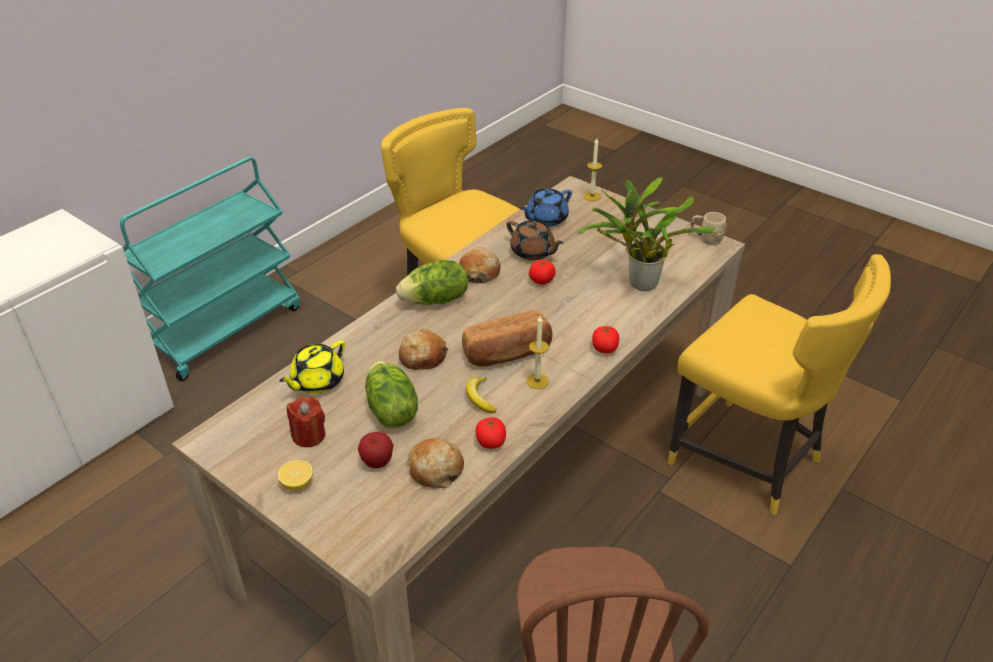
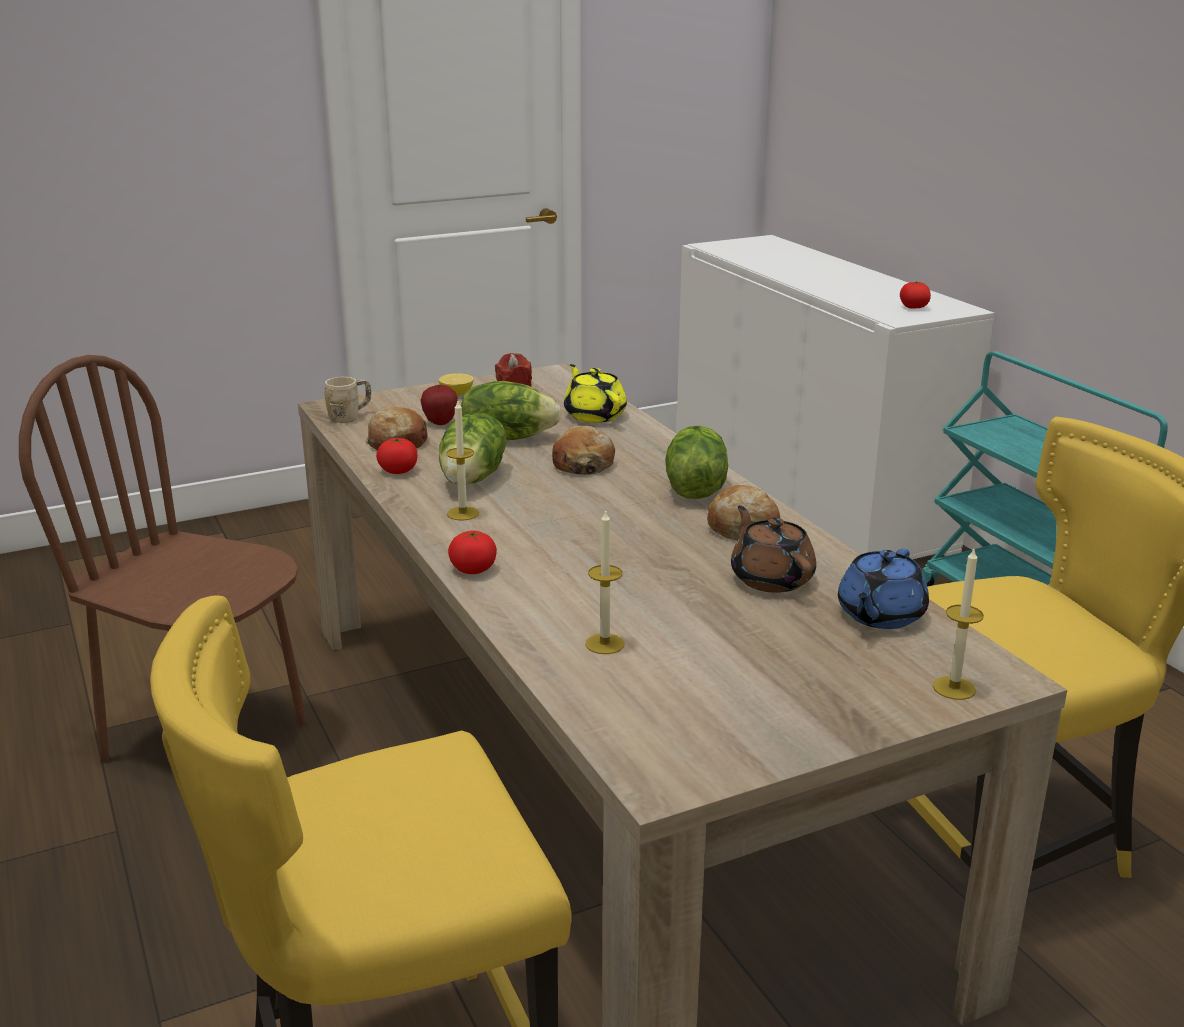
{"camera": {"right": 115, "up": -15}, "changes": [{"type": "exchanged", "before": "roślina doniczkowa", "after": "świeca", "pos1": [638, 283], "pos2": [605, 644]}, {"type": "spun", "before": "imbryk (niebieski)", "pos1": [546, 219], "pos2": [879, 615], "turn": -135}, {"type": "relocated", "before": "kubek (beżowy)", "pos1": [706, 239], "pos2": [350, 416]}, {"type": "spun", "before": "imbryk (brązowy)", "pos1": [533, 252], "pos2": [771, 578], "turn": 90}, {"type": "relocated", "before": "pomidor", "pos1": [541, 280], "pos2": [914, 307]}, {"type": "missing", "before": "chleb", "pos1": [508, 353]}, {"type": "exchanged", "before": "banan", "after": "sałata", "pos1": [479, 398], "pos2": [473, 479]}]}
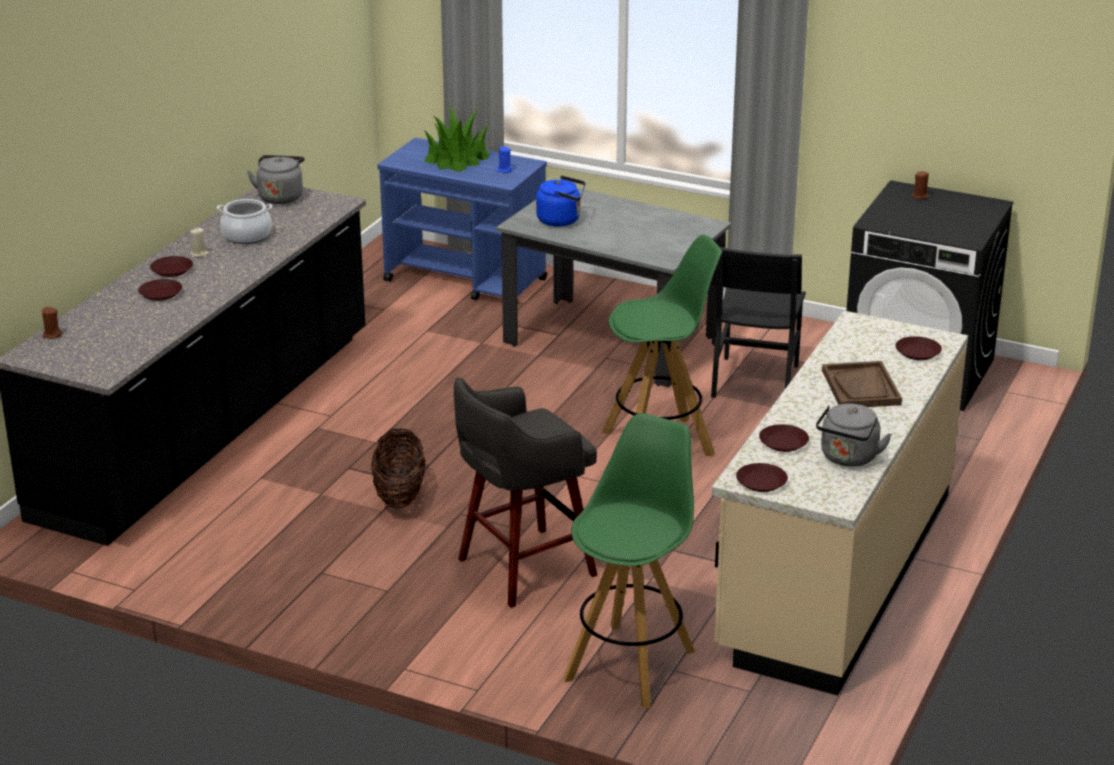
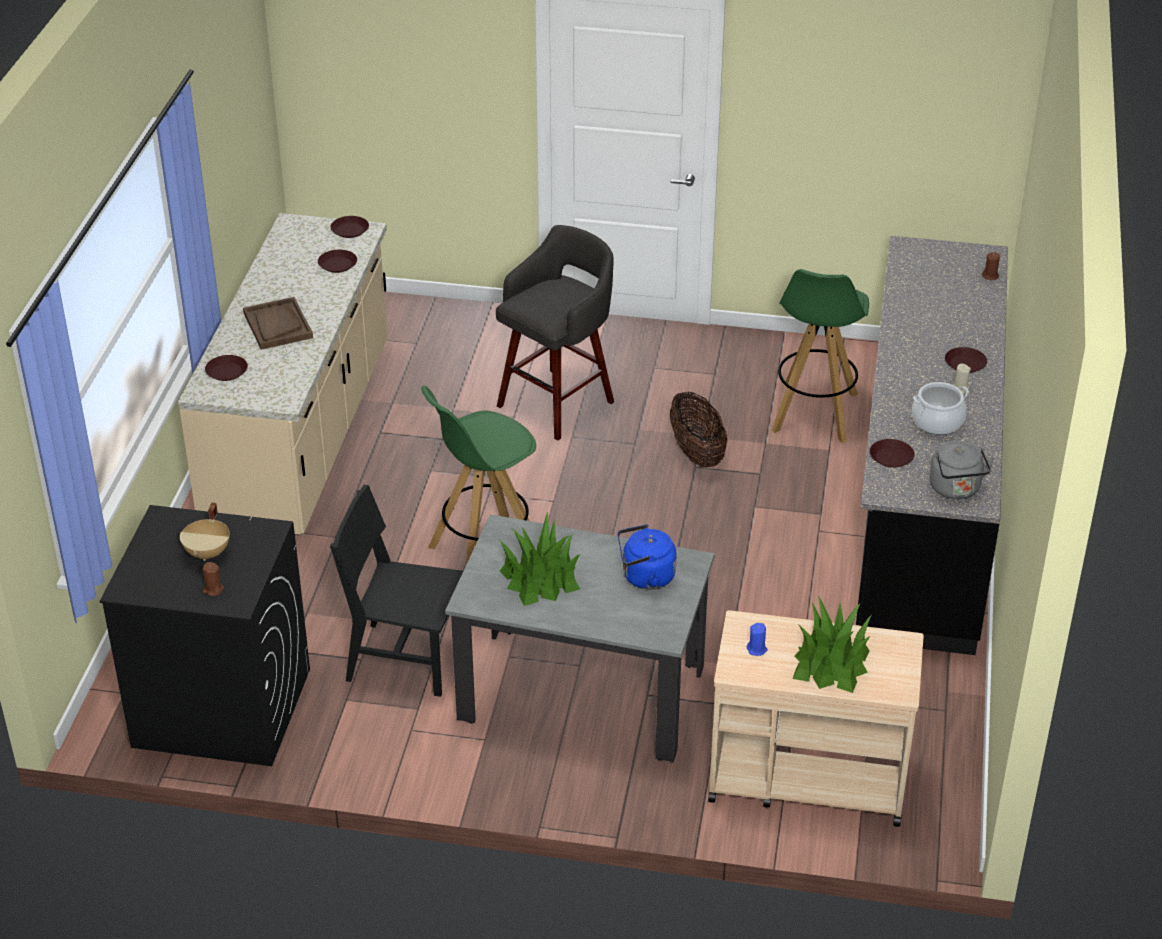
{"camera": {"right": 165, "up": 10}, "changes": [{"type": "colour", "before": "wózek (niebieski)", "after": "wózek (beżowy)", "pos1": [466, 280], "pos2": [806, 777]}, {"type": "spun", "before": "krzesło (czarny)", "pos1": [755, 380], "pos2": [405, 659], "turn": -75}, {"type": "relocated", "before": "talerz (brązowy)", "pos1": [161, 293], "pos2": [891, 457]}, {"type": "missing", "before": "czajnik (szary)", "pos1": [848, 458]}, {"type": "relocated", "before": "stołek (zielony)", "pos1": [631, 664], "pos2": [814, 413]}, {"type": "appeared", "after": "garnek (beżowy)", "pos2": [208, 553]}, {"type": "appeared", "after": "roślina doniczkowa", "pos2": [541, 579]}]}
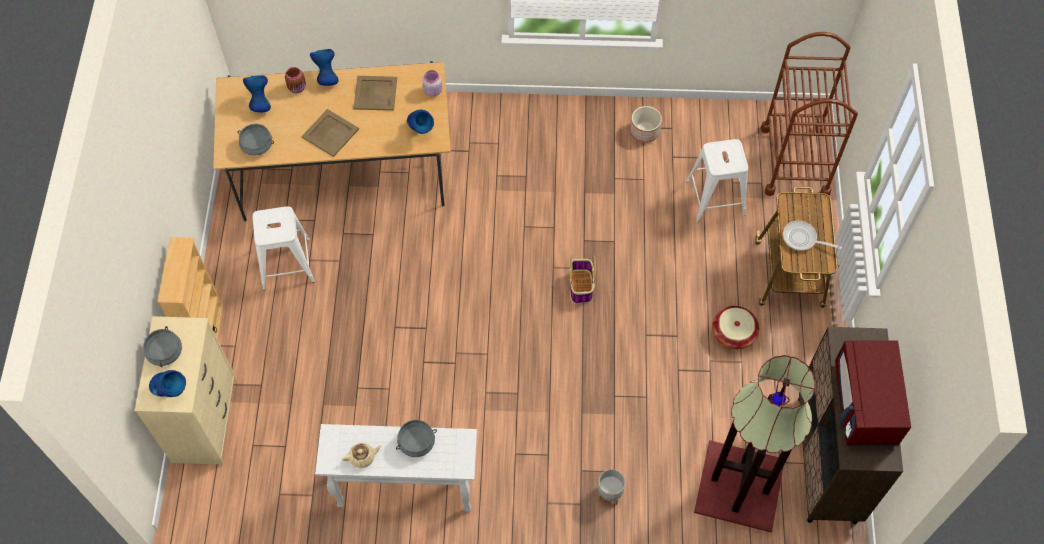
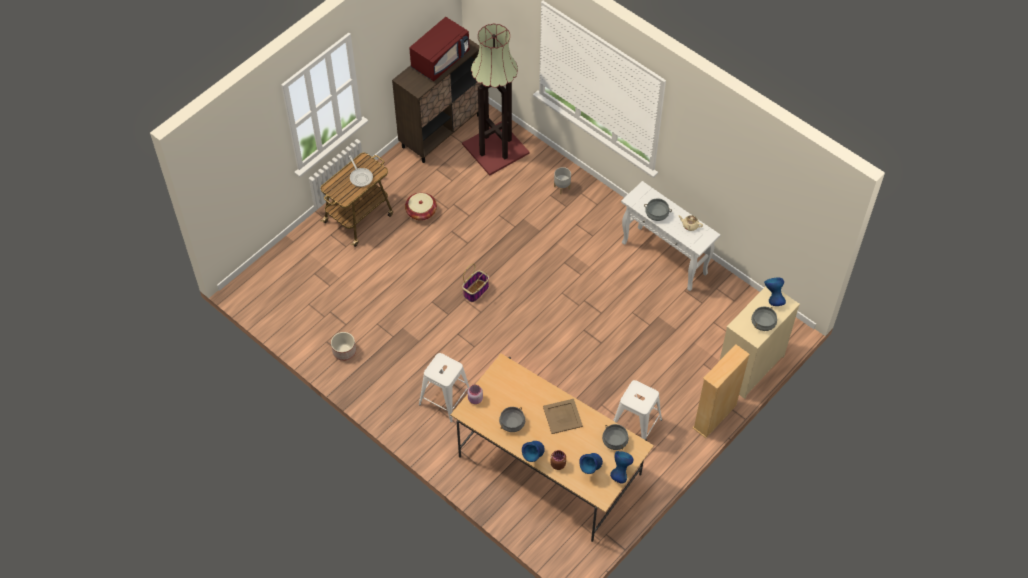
{"camera": {"right": -140, "up": -5}, "changes": [{"type": "missing", "before": "wózek (brązowy)", "pos1": [794, 160]}, {"type": "exchanged", "before": "taca (beżowy)", "after": "garnek (szary)", "pos1": [375, 93], "pos2": [512, 423]}, {"type": "relocated", "before": "wazon (niebieski)", "pos1": [421, 132], "pos2": [620, 473]}, {"type": "relocated", "before": "stołek (biały)", "pos1": [714, 197], "pos2": [445, 399]}]}
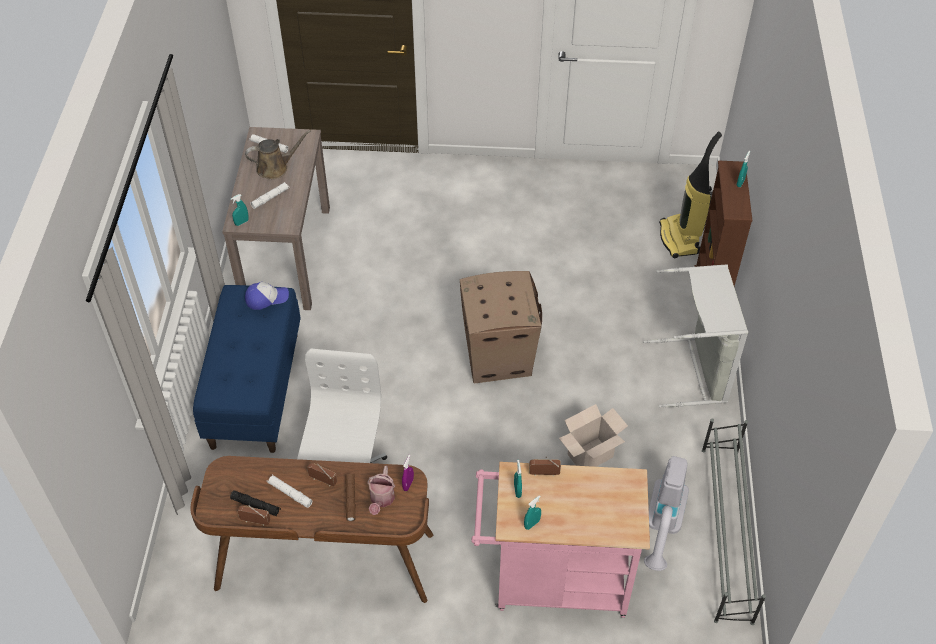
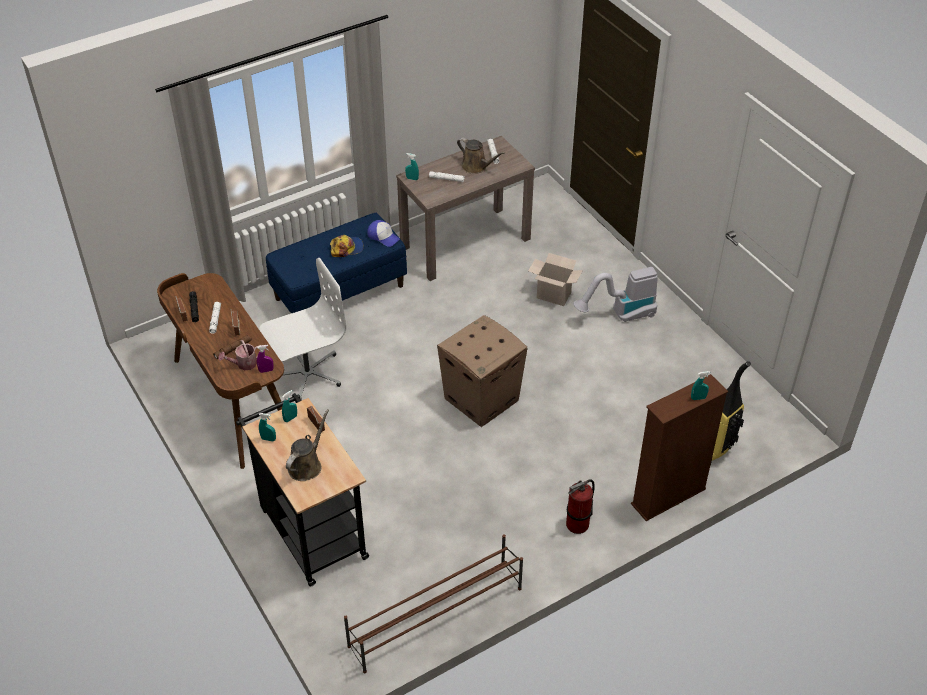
{"camera": {"right": 55, "up": -5}, "changes": [{"type": "exchanged", "before": "kosz na pranie (szary)", "after": "gaśnica", "pos1": [695, 371], "pos2": [578, 524]}, {"type": "relocated", "before": "karton", "pos1": [589, 457], "pos2": [552, 296]}, {"type": "colour", "before": "regał na buty (szary)", "after": "regał na buty (brązowy)", "pos1": [726, 533], "pos2": [435, 617]}, {"type": "relocated", "before": "odkurzacz", "pos1": [662, 528], "pos2": [620, 315]}, {"type": "colour", "before": "wózek (różowy)", "after": "wózek (czarny)", "pos1": [552, 581], "pos2": [310, 529]}, {"type": "appeared", "after": "czapka z daszkiem", "pos2": [346, 248]}, {"type": "appeared", "after": "konewka (brązowy)", "pos2": [307, 465]}]}
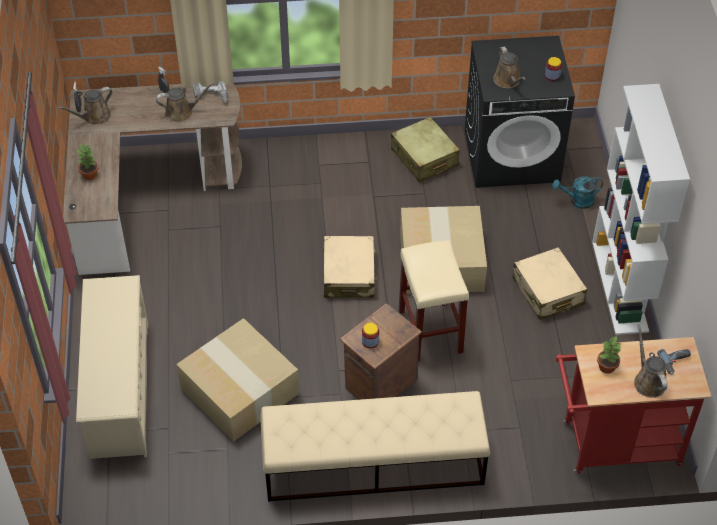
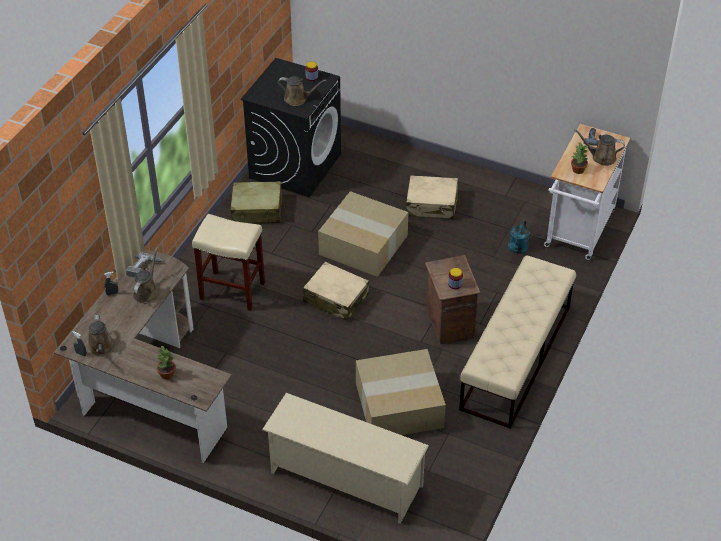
{"camera": {"right": -60, "up": -5}, "changes": [{"type": "missing", "before": "regał (biały)", "pos1": [620, 286]}, {"type": "relocated", "before": "konewka (turkusowy)", "pos1": [577, 201], "pos2": [517, 249]}, {"type": "relocated", "before": "stołek (beżowy)", "pos1": [431, 332], "pos2": [233, 290]}, {"type": "colour", "before": "wózek (czerwony)", "after": "wózek (biały)", "pos1": [613, 445], "pos2": [578, 233]}]}
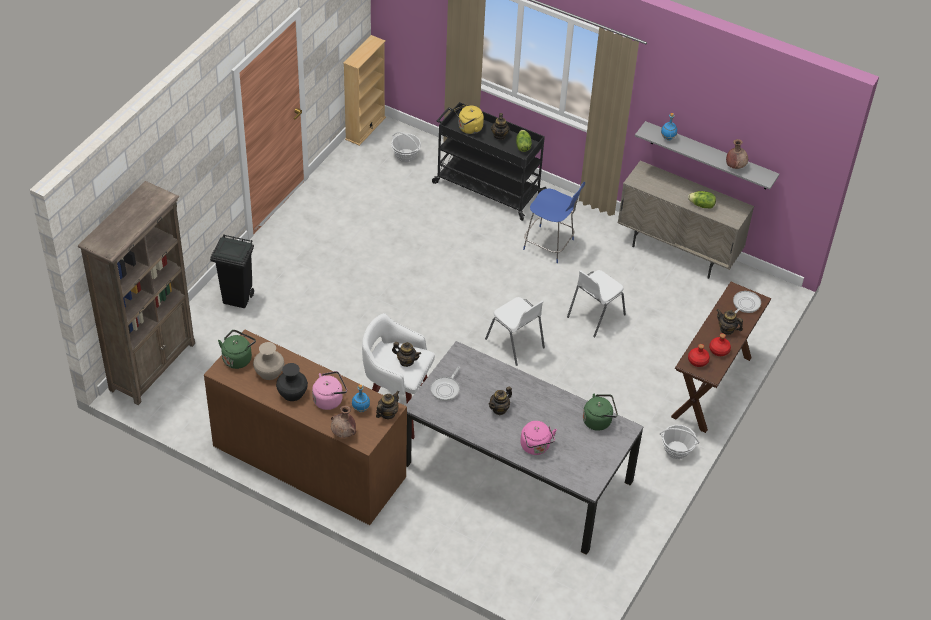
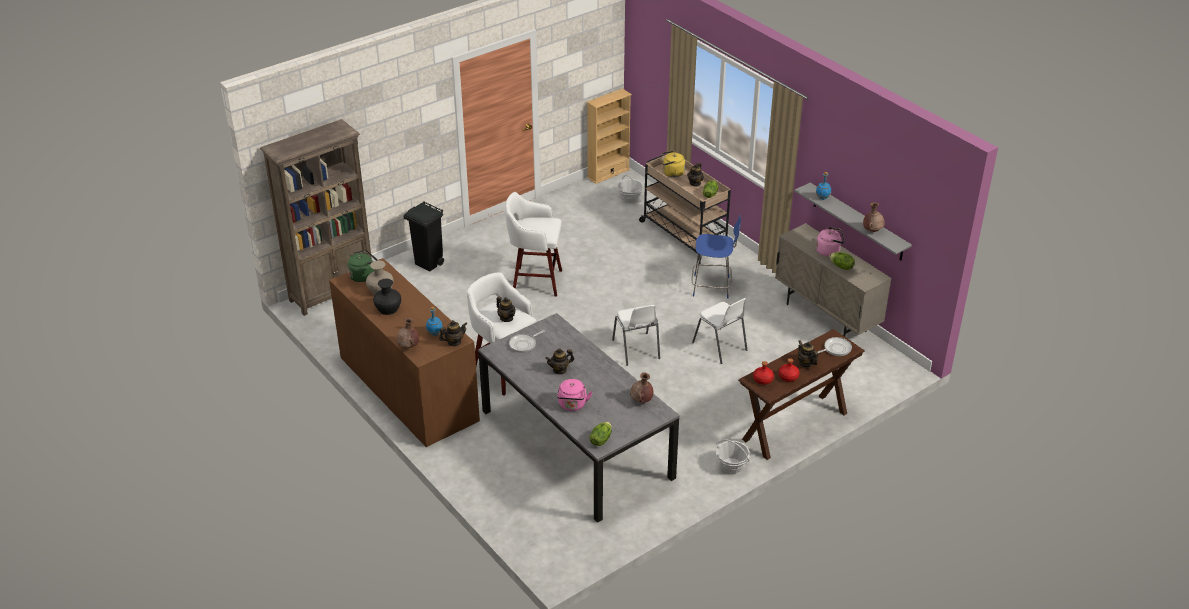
{"camera": {"right": 25, "up": -10}, "changes": [{"type": "colour", "before": "wózek (czarny)", "after": "wózek (beżowy)", "pos1": [486, 188], "pos2": [683, 235]}, {"type": "spun", "before": "krzesło (niebieski)", "pos1": [550, 245], "pos2": [713, 287], "turn": -45}, {"type": "spun", "before": "krzesło (biały)", "pos1": [595, 316], "pos2": [720, 347], "turn": -105}, {"type": "relocated", "before": "czajnik (różowy)", "pos1": [329, 399], "pos2": [829, 251]}, {"type": "exchanged", "before": "czajnik (zielony)", "after": "wazon (brązowy)", "pos1": [599, 420], "pos2": [641, 400]}, {"type": "appeared", "after": "stołek (biały)", "pos2": [535, 281]}, {"type": "appeared", "after": "sałata", "pos2": [600, 440]}]}
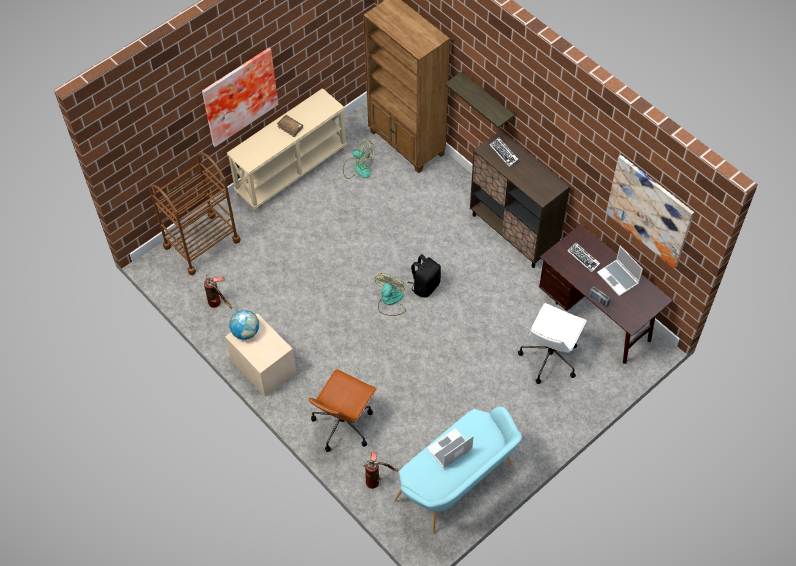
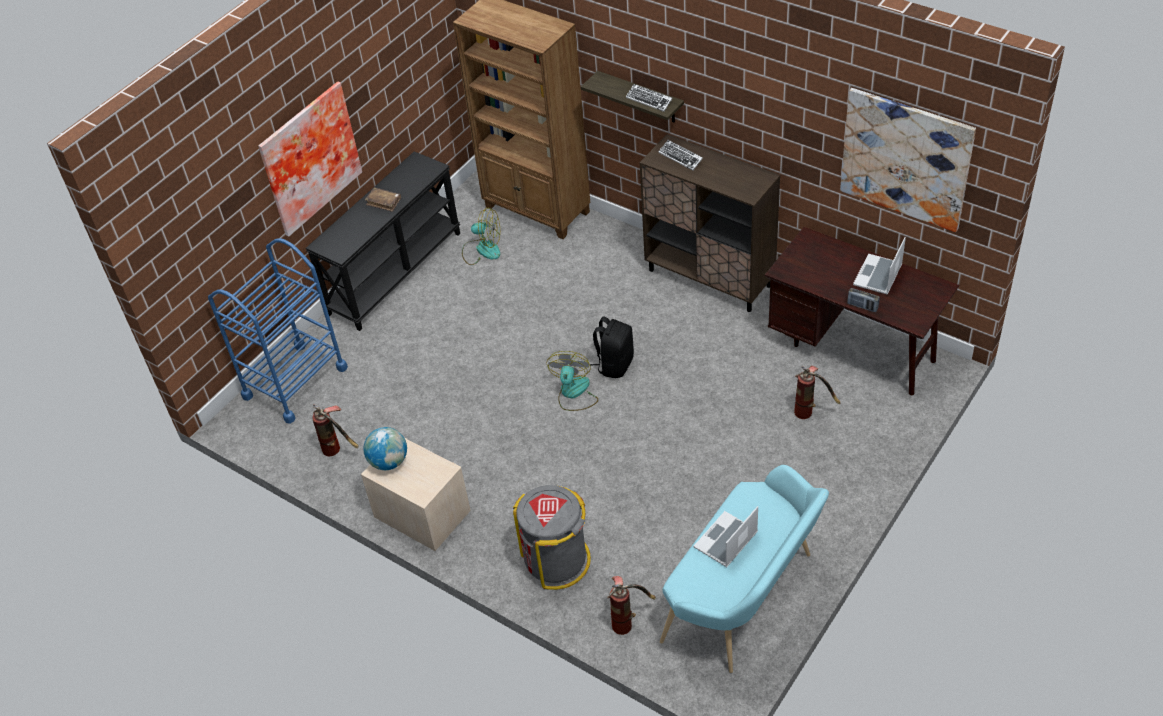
{"camera": {"right": -10, "up": -10}, "changes": [{"type": "colour", "before": "stolik konsolowy (beżowy)", "after": "stolik konsolowy (czarny)", "pos1": [291, 171], "pos2": [394, 272]}, {"type": "colour", "before": "wózek (brązowy)", "after": "wózek (niebieski)", "pos1": [202, 243], "pos2": [295, 382]}, {"type": "relocated", "before": "klawiatura", "pos1": [583, 258], "pos2": [649, 100]}, {"type": "spun", "before": "laptop", "pos1": [618, 278], "pos2": [878, 276], "turn": 75}, {"type": "exchanged", "before": "krzesło biurowe (biały)", "after": "gaśnica", "pos1": [549, 357], "pos2": [810, 411]}, {"type": "exchanged", "before": "krzesło biurowe (brązowy)", "after": "kosz na śmieci (szary)", "pos1": [343, 424], "pos2": [556, 560]}]}
